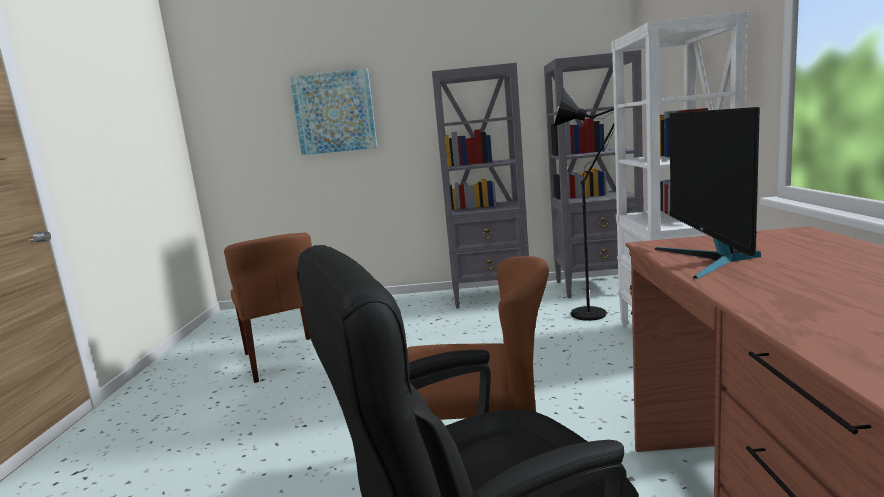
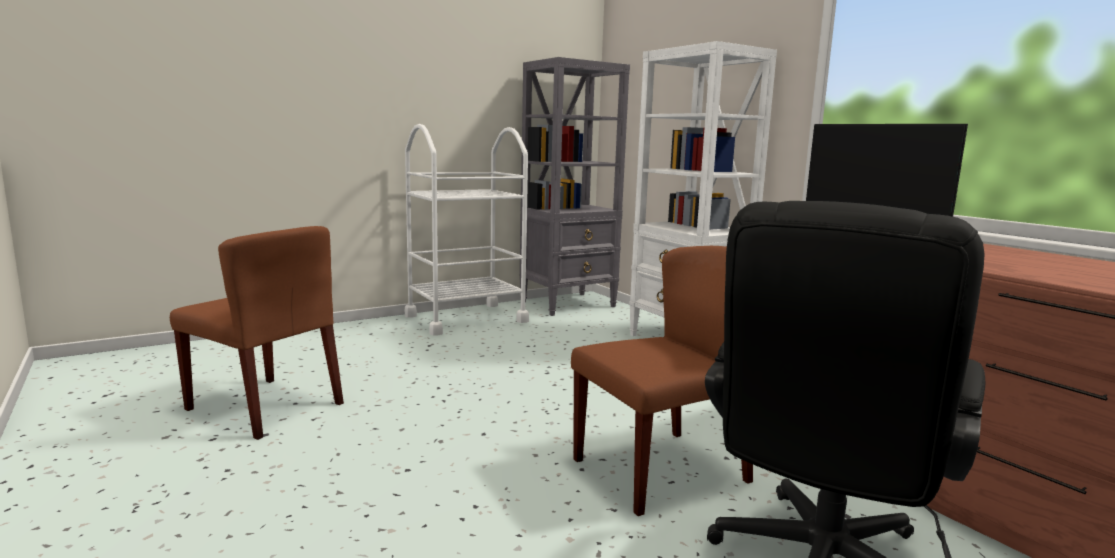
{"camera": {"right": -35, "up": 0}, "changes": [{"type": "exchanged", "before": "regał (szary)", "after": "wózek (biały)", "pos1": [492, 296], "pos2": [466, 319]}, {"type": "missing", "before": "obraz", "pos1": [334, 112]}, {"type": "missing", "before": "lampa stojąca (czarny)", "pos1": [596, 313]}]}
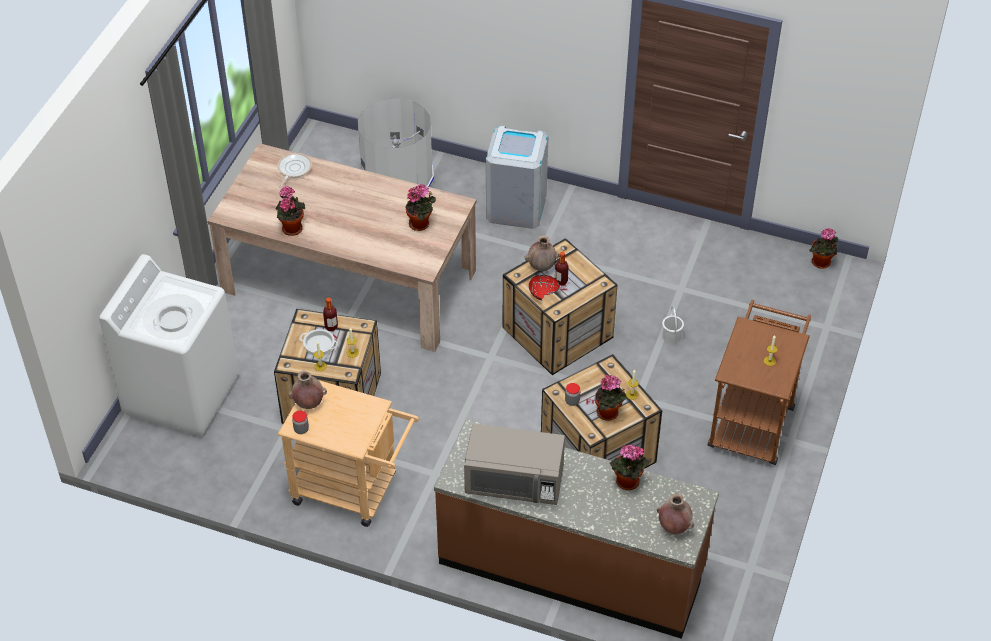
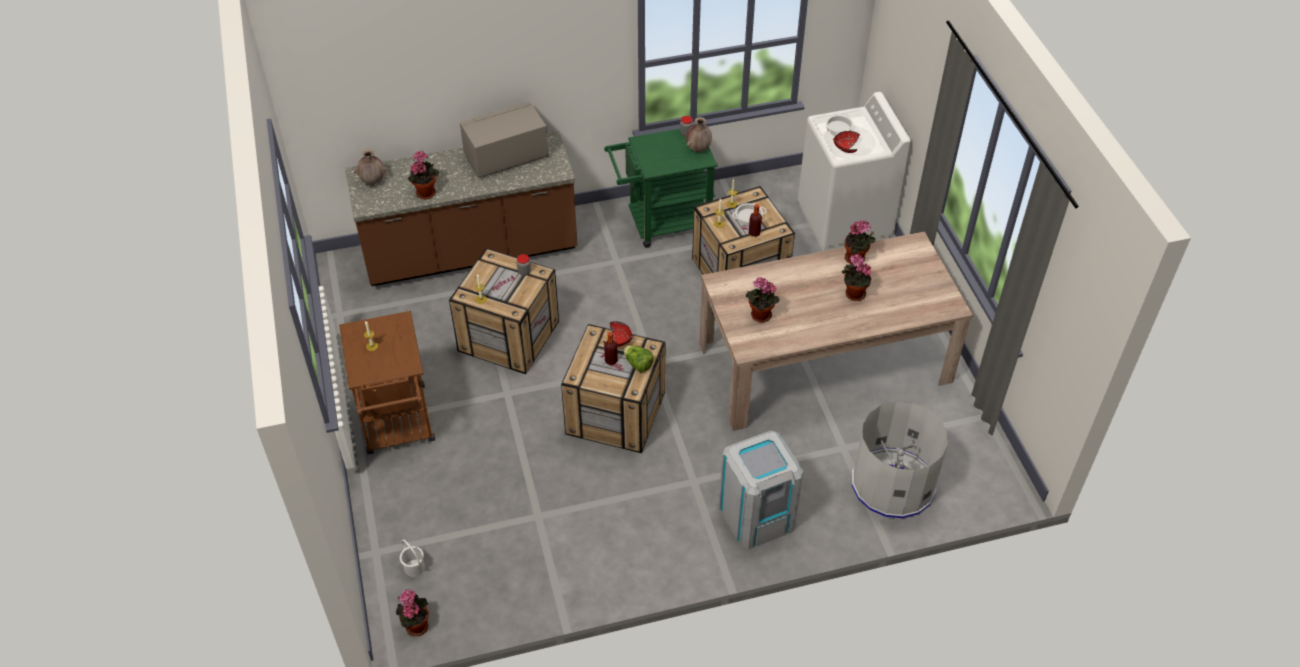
{"camera": {"right": 145, "up": 0}, "changes": [{"type": "missing", "before": "patelnia", "pos1": [293, 169]}, {"type": "exchanged", "before": "wazon (brązowy)", "after": "sałata", "pos1": [541, 267], "pos2": [638, 364]}, {"type": "relocated", "before": "wiadro (biały)", "pos1": [671, 336], "pos2": [414, 567]}, {"type": "relocated", "before": "roślina doniczkowa", "pos1": [609, 414], "pos2": [853, 294]}, {"type": "colour", "before": "wózek (beżowy)", "after": "wózek (zielony)", "pos1": [353, 490], "pos2": [661, 223]}, {"type": "appeared", "after": "miska (czerwony)", "pos2": [845, 149]}]}
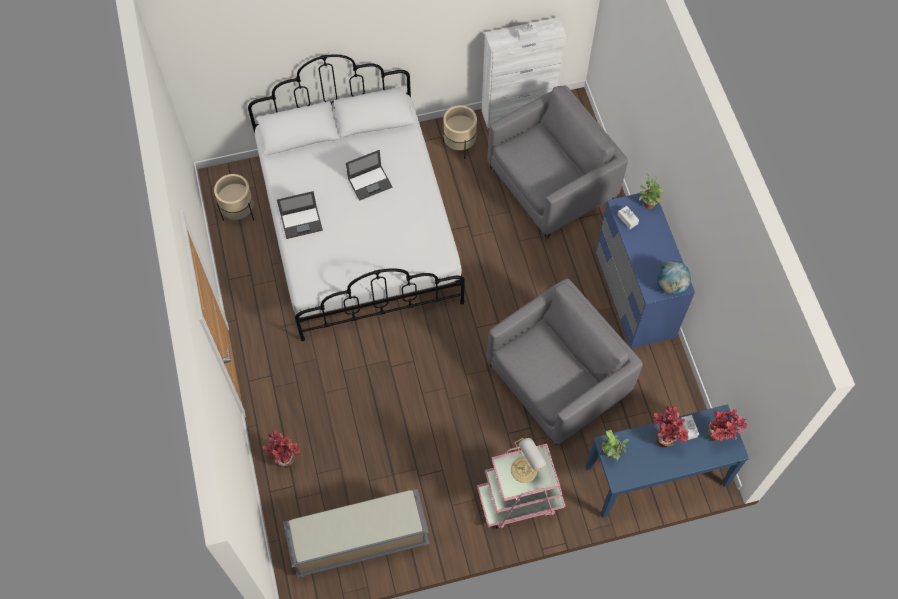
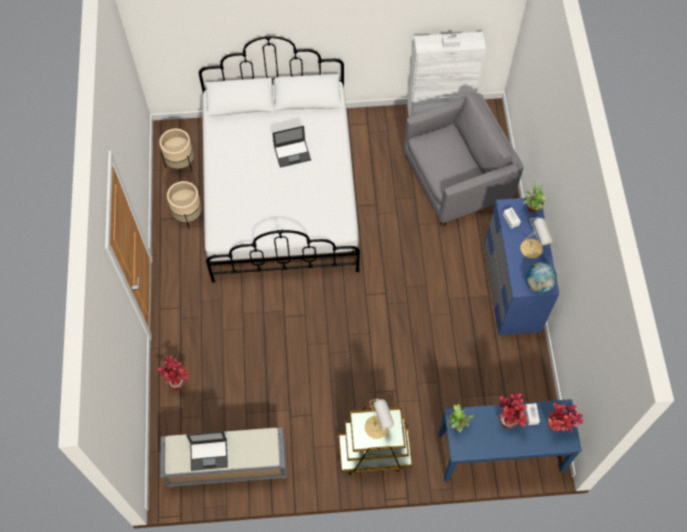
{"camera": {"right": 10, "up": 0}, "changes": [{"type": "relocated", "before": "donica (beżowy)", "pos1": [459, 144], "pos2": [188, 215]}, {"type": "relocated", "before": "laptop", "pos1": [302, 222], "pos2": [209, 454]}, {"type": "missing", "before": "fotel (szary)", "pos1": [557, 380]}, {"type": "colour", "before": "wózek (różowy)", "after": "wózek (brązowy)", "pos1": [519, 500], "pos2": [374, 452]}, {"type": "appeared", "after": "lampa stołowa", "pos2": [532, 248]}]}
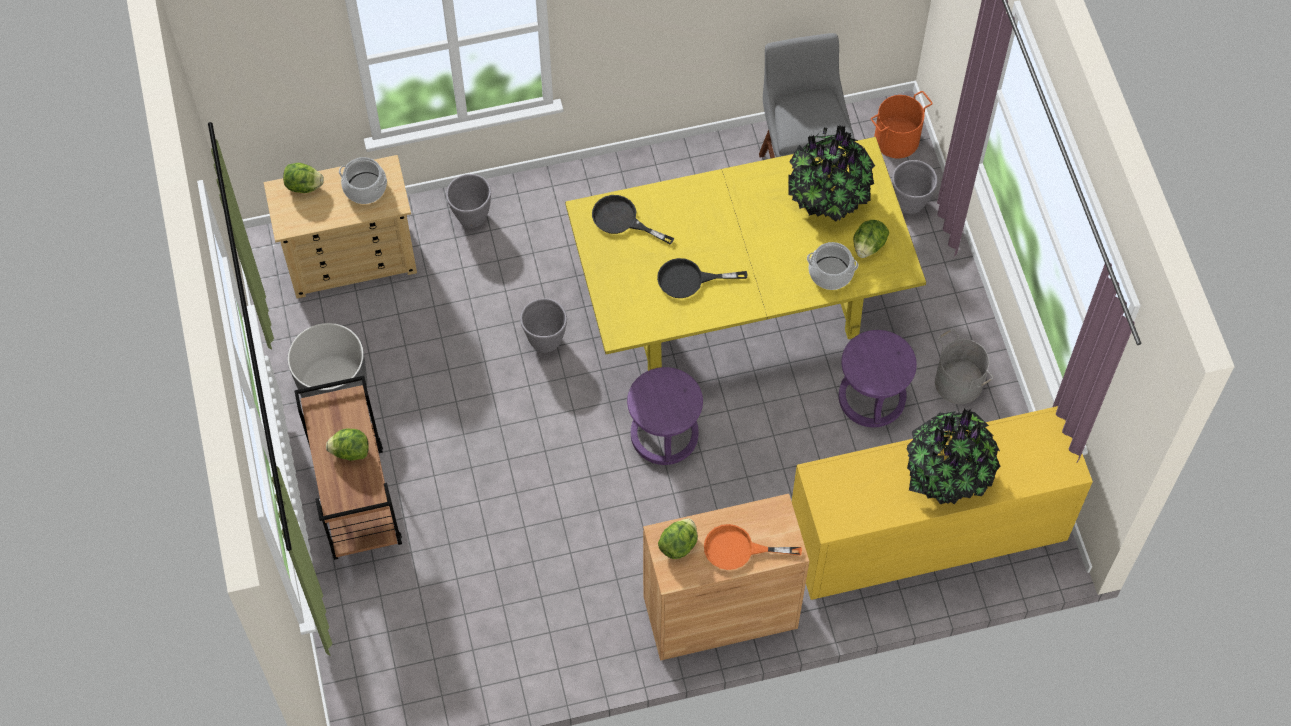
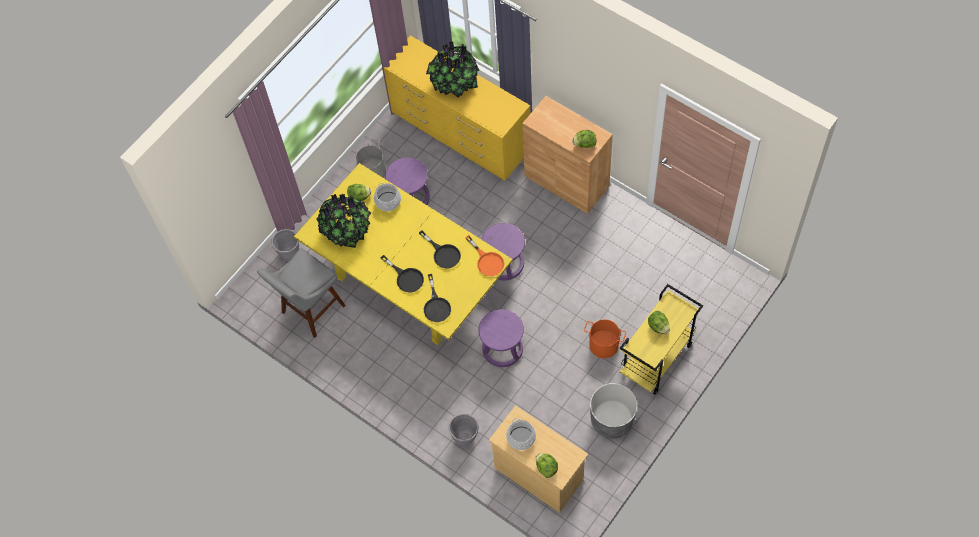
{"camera": {"right": -125, "up": 0}, "changes": [{"type": "relocated", "before": "wiadro (pomarańczowy)", "pos1": [896, 138], "pos2": [603, 345]}, {"type": "exchanged", "before": "donica (szary)", "after": "stołek (fioletowy)", "pos1": [545, 341], "pos2": [502, 349]}, {"type": "colour", "before": "wózek (brązowy)", "after": "wózek (żółty)", "pos1": [357, 501], "pos2": [656, 360]}, {"type": "relocated", "before": "patelnia (pomarańczowy)", "pos1": [738, 549], "pos2": [487, 261]}, {"type": "appeared", "after": "patelnia (czarny)", "pos2": [406, 278]}]}
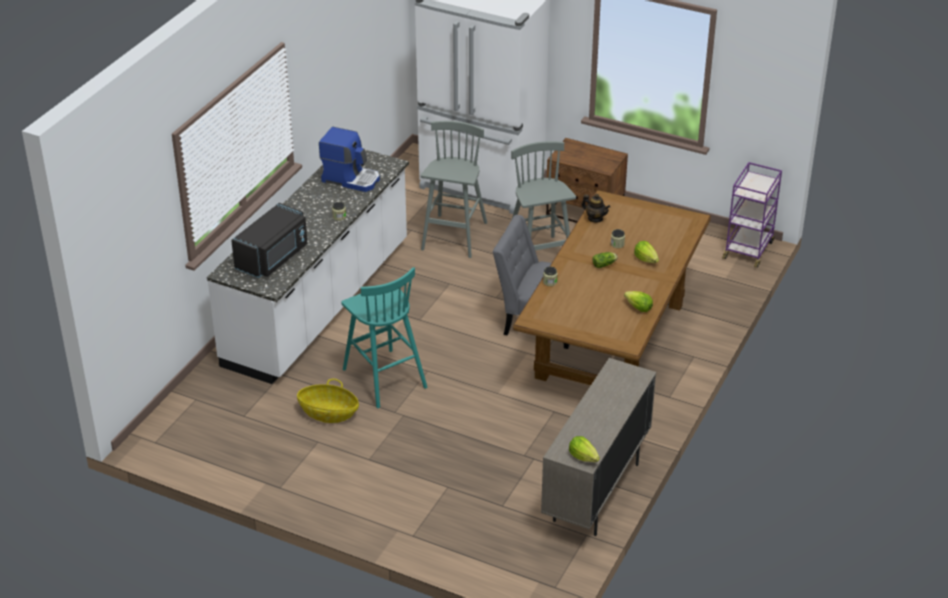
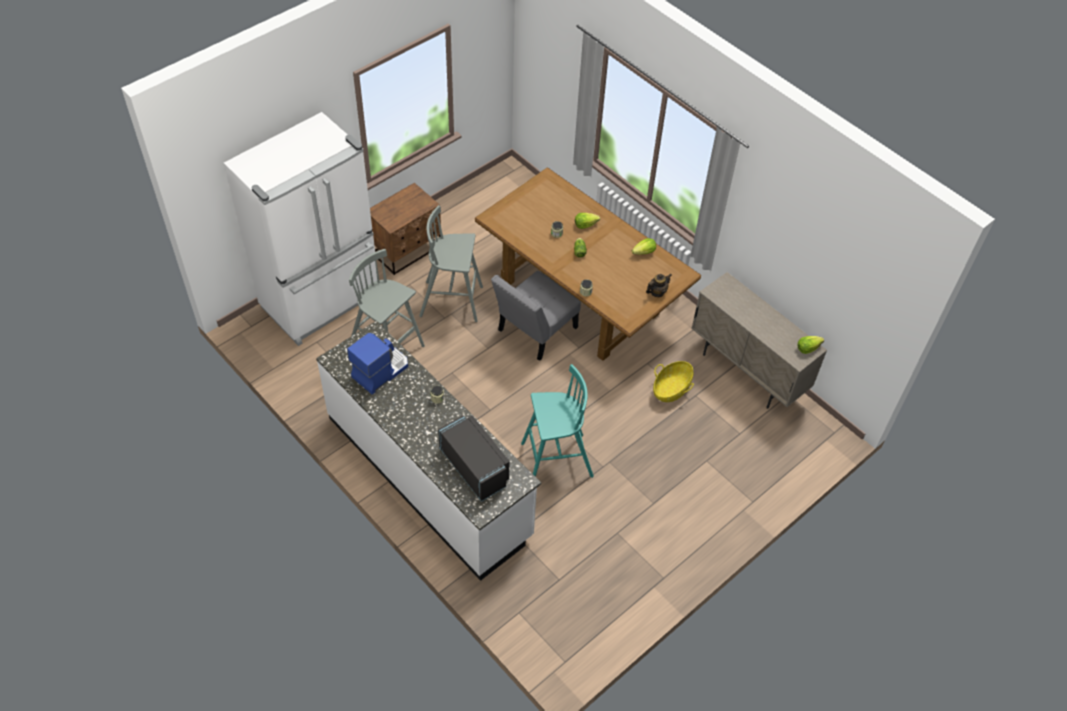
{"camera": {"right": -70, "up": 15}, "changes": [{"type": "missing", "before": "wózek (fioletowy)", "pos1": [748, 249]}, {"type": "relocated", "before": "imbryk", "pos1": [595, 218], "pos2": [657, 292]}, {"type": "relocated", "before": "koszyk", "pos1": [328, 413], "pos2": [671, 389]}]}
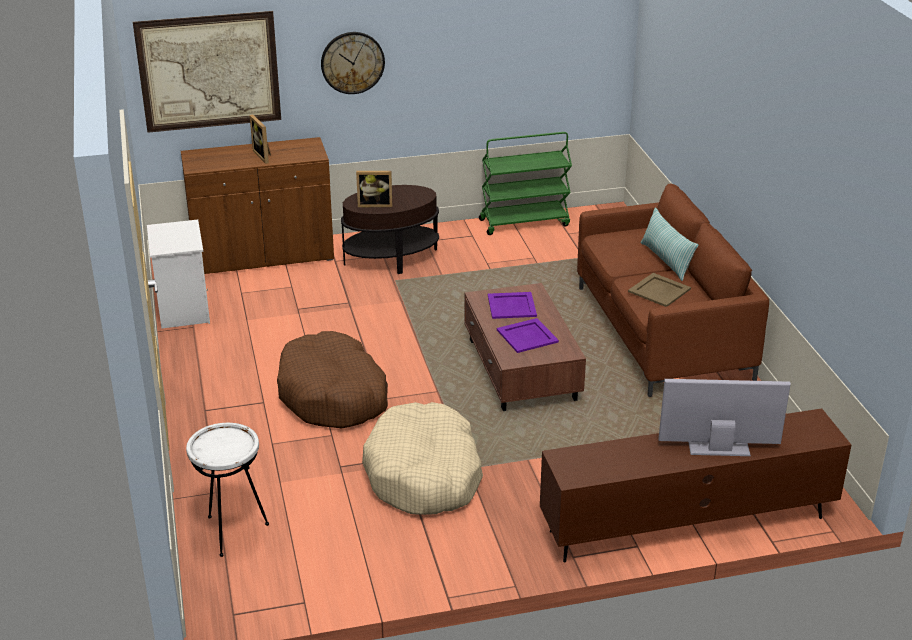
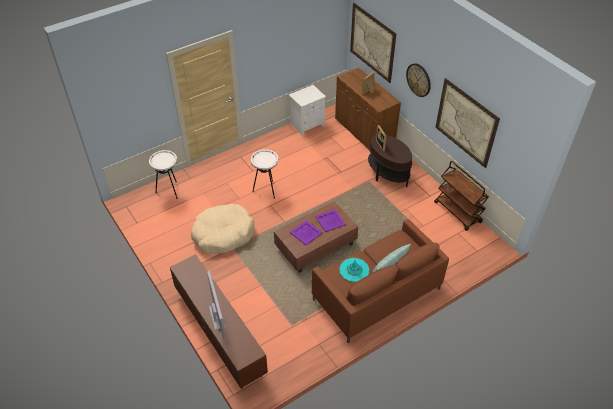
{"camera": {"right": 70, "up": 15}, "changes": [{"type": "colour", "before": "wózek (zielony)", "after": "wózek (brązowy)", "pos1": [524, 222], "pos2": [458, 212]}, {"type": "exchanged", "before": "taca (beżowy)", "after": "kapelusz (turkusowy)", "pos1": [660, 290], "pos2": [354, 270]}, {"type": "exchanged", "before": "legowisko (brązowy)", "after": "stolik (biały)", "pos1": [333, 395], "pos2": [266, 190]}, {"type": "appeared", "after": "obraz", "pos2": [466, 123]}]}
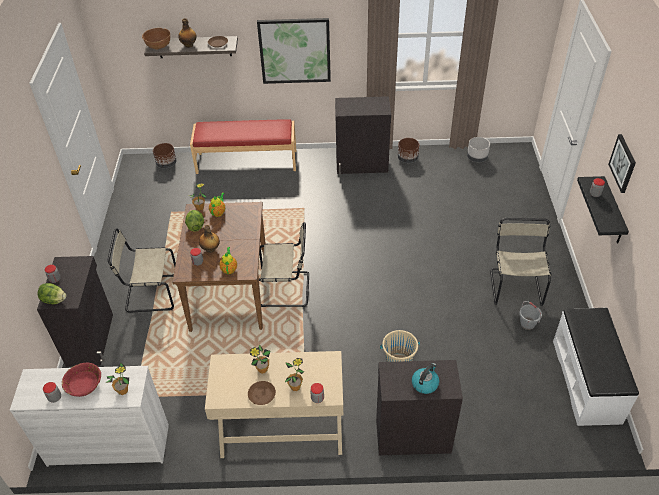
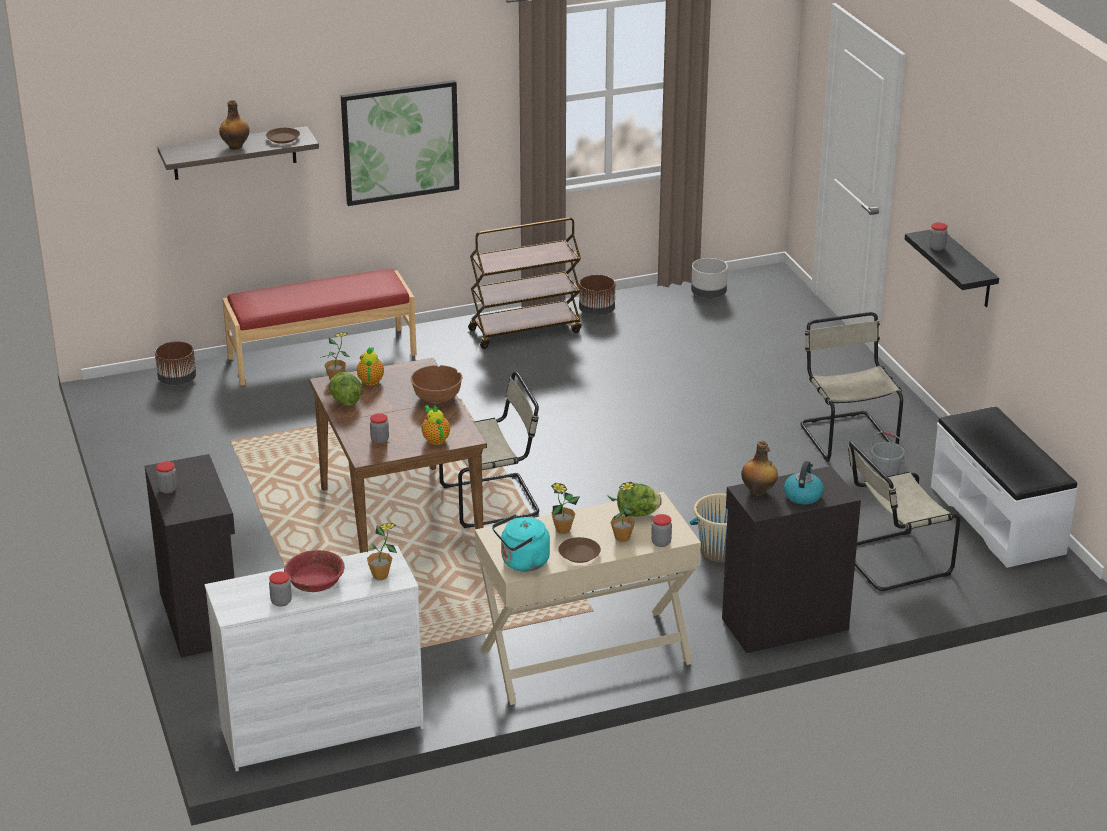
{"camera": {"right": -20, "up": -15}, "changes": [{"type": "relocated", "before": "miska (brązowy)", "pos1": [158, 46], "pos2": [437, 398]}, {"type": "exchanged", "before": "szafka (czarny)", "after": "wózek (brązowy)", "pos1": [362, 165], "pos2": [525, 330]}, {"type": "missing", "before": "obraz", "pos1": [623, 163]}, {"type": "relocated", "before": "butelka", "pos1": [210, 249], "pos2": [758, 491]}, {"type": "relocated", "before": "krzesło (beżowy)", "pos1": [150, 293], "pos2": [891, 562]}, {"type": "relocated", "before": "sałata", "pos1": [54, 300], "pos2": [638, 514]}, {"type": "appeared", "after": "czajnik (turkusowy)", "pos2": [522, 563]}]}
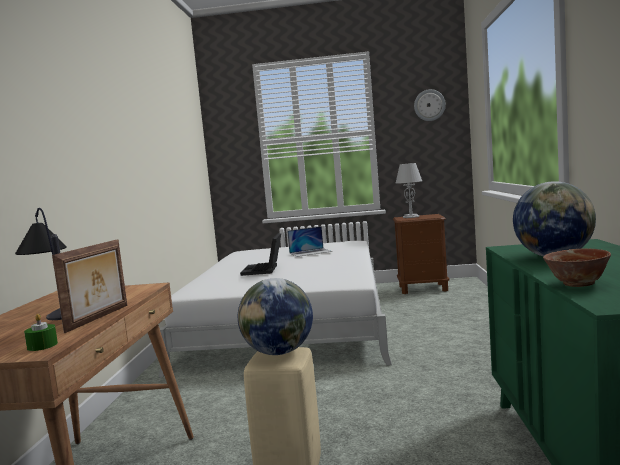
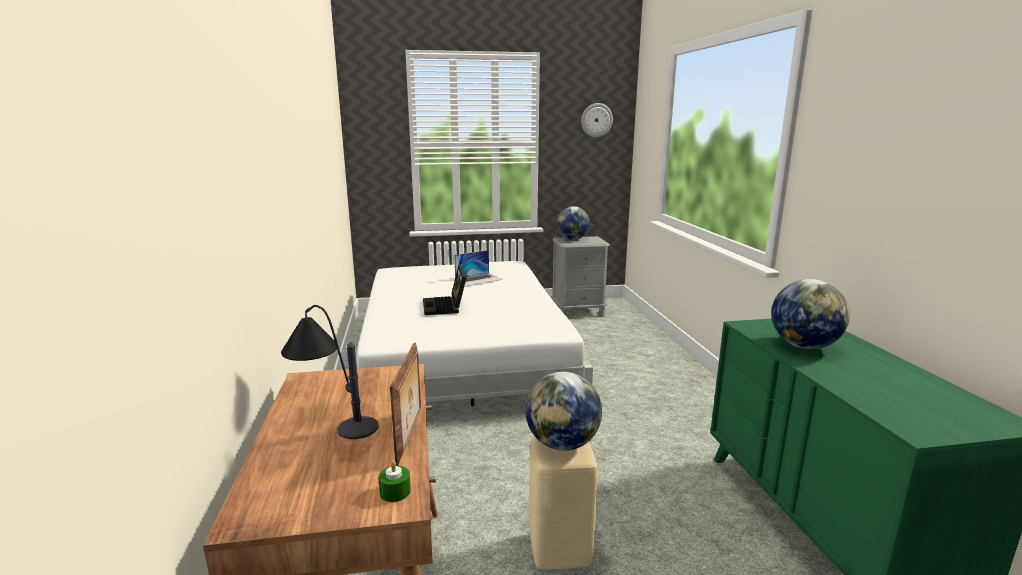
{"camera": {"right": -15, "up": 10}, "changes": [{"type": "exchanged", "before": "lampa stołowa (szary)", "after": "globus", "pos1": [411, 217], "pos2": [572, 239]}, {"type": "colour", "before": "szafka nocna (brązowy)", "after": "szafka nocna (szary)", "pos1": [423, 288], "pos2": [578, 312]}, {"type": "missing", "before": "miska", "pos1": [577, 284]}]}
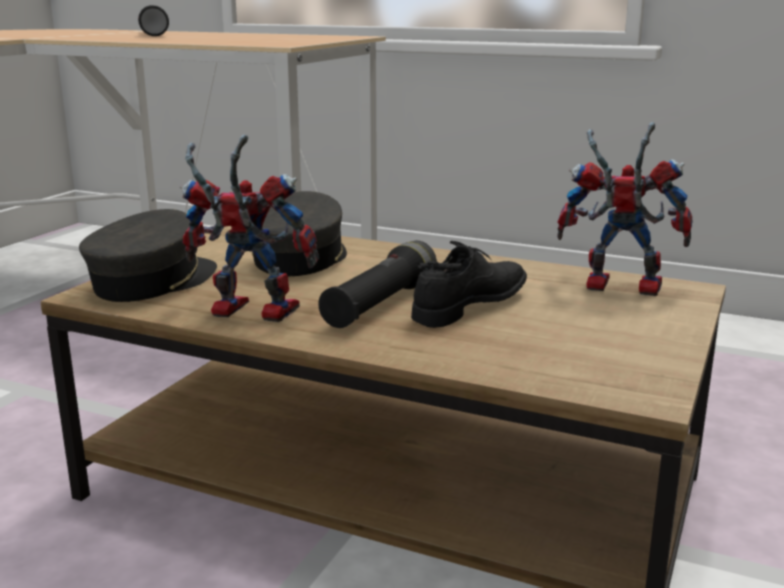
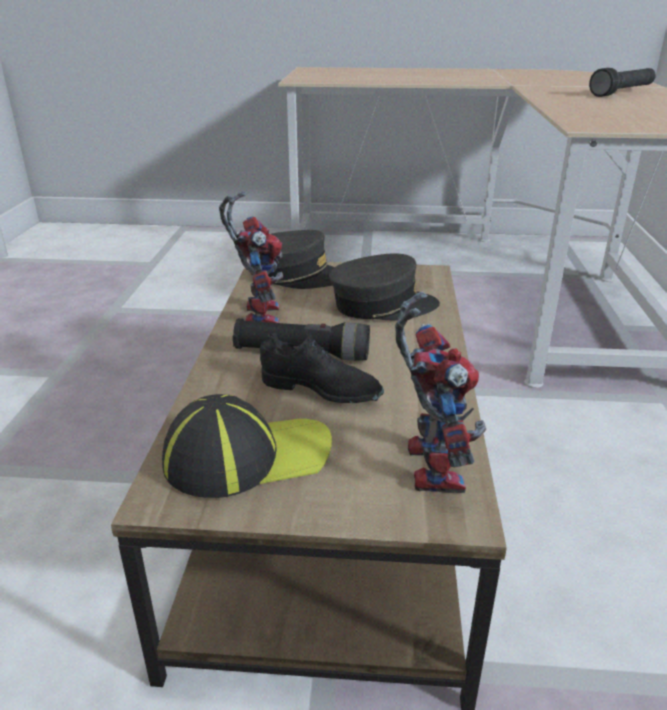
{"camera": {"right": 70, "up": 10}, "changes": [{"type": "appeared", "after": "czapka z daszkiem", "pos2": [247, 456]}]}
